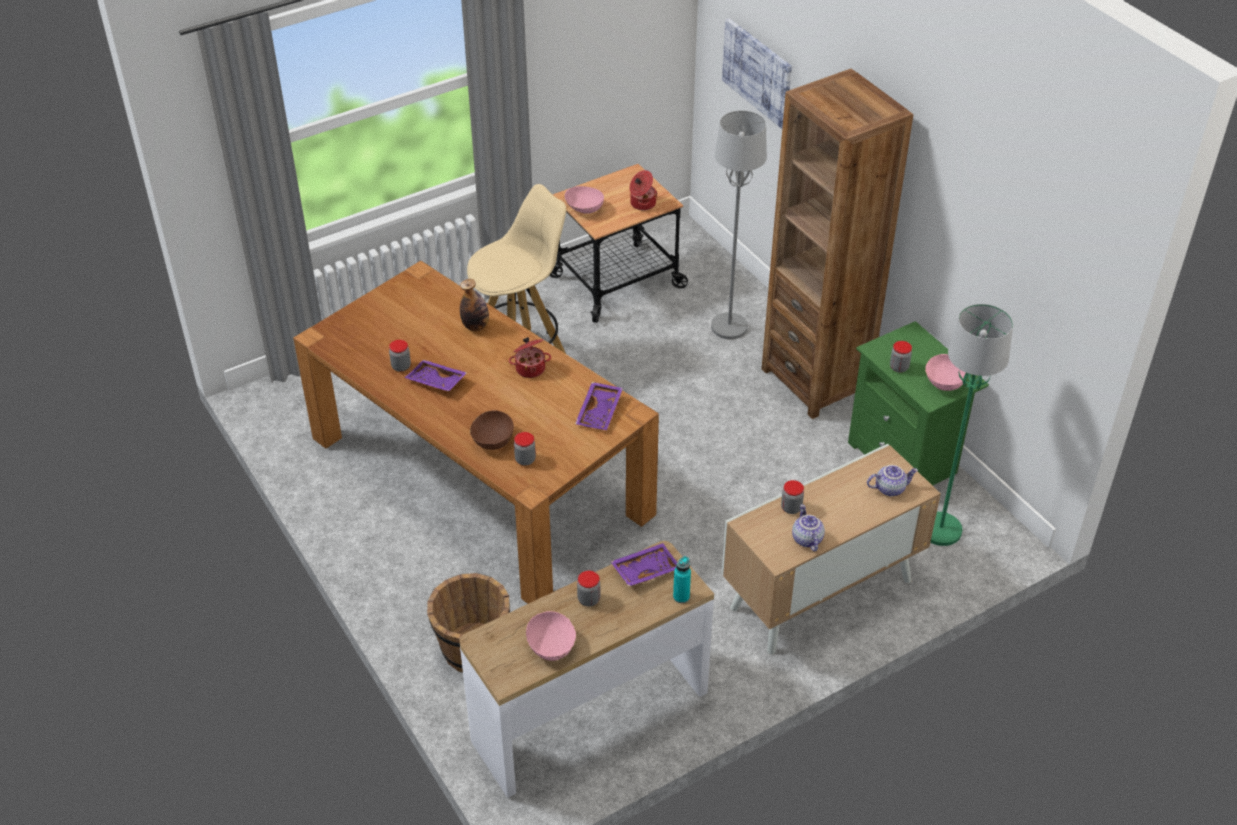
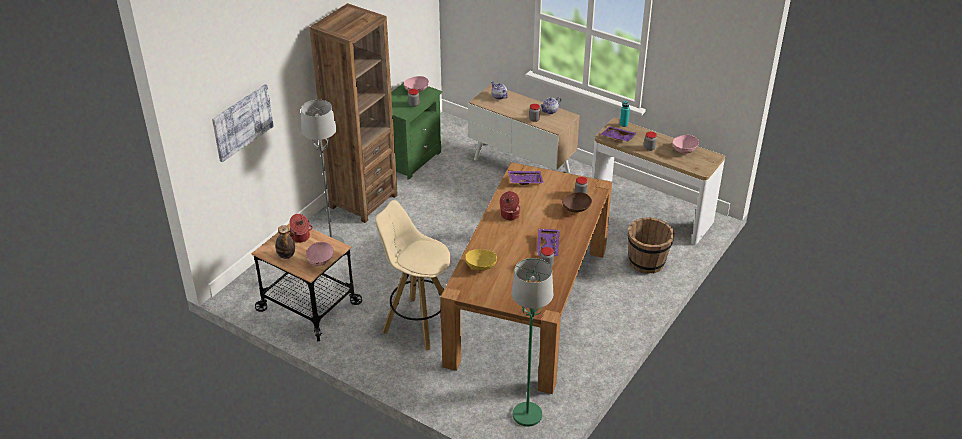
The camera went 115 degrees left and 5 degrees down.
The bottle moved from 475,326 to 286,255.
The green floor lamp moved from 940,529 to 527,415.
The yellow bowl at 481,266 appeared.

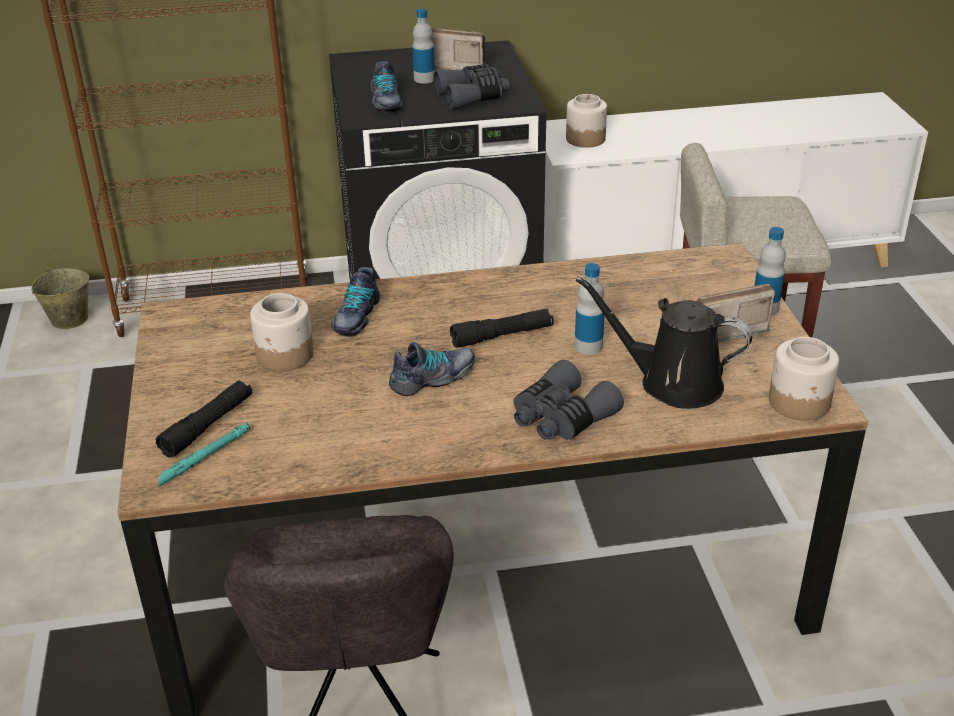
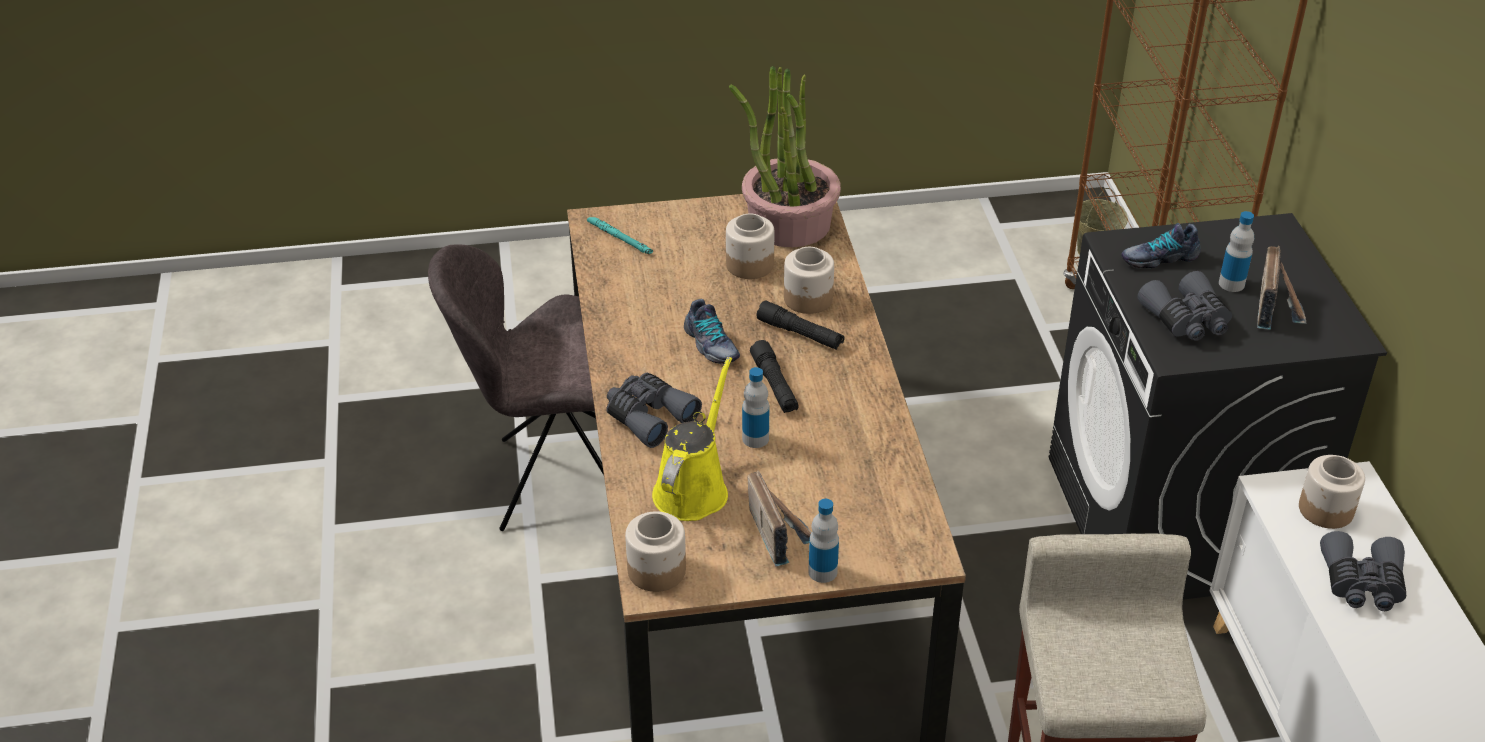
The camera went 90 degrees right and 5 degrees up.
The shoe at 355,316 was replaced by the jar at 808,299.
The black watering can at 672,383 became the yellow watering can at 693,488.
The black flashlight moved from 208,426 to 800,334.
The potted plant at 789,223 appeared.
The grey binoculars at 1362,584 appeared.

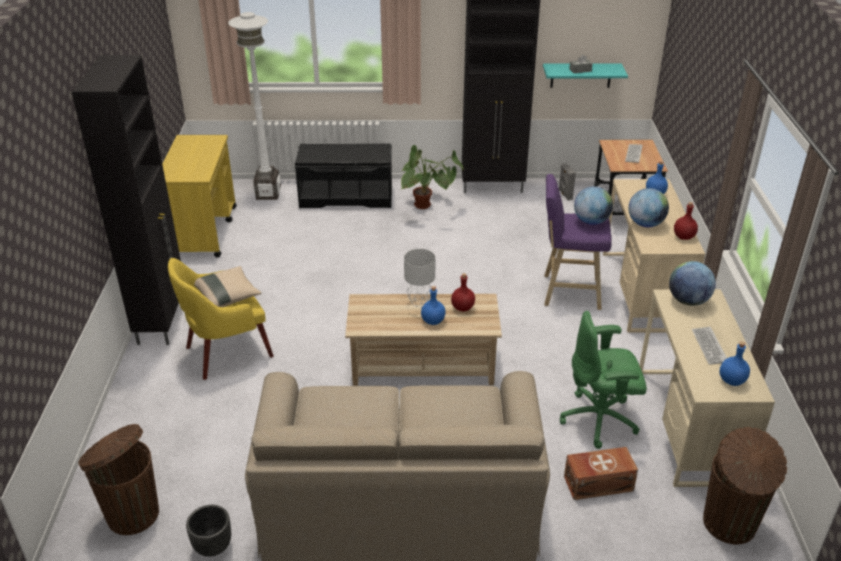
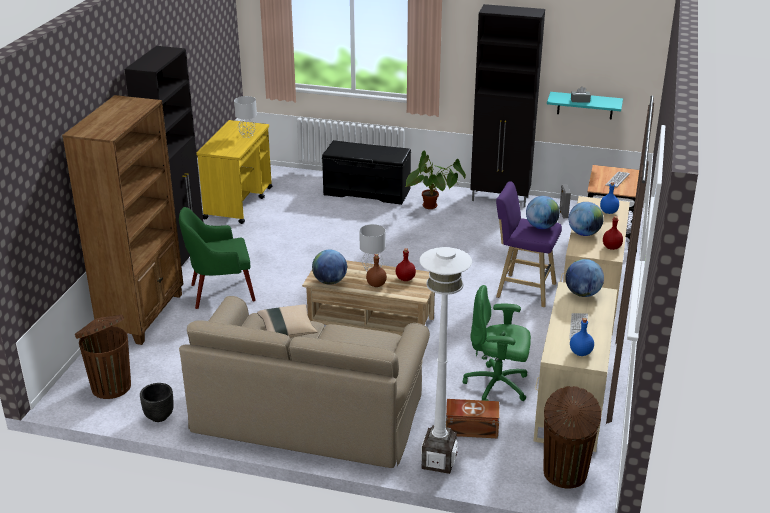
The camera went 15 degrees right and 5 degrees down.
The white floor lamp moved from 268,194 to 438,461.
The yellow armchair at 226,352 became the green armchair at 220,292.
The beige pillow moved from 227,297 to 287,331.
The blue bottle at 433,321 became the brown bottle at 376,284.
The brown bookcase at 143,315 appeared.
The grey table lamp at 247,135 appeared.
The globe at 330,281 appeared.

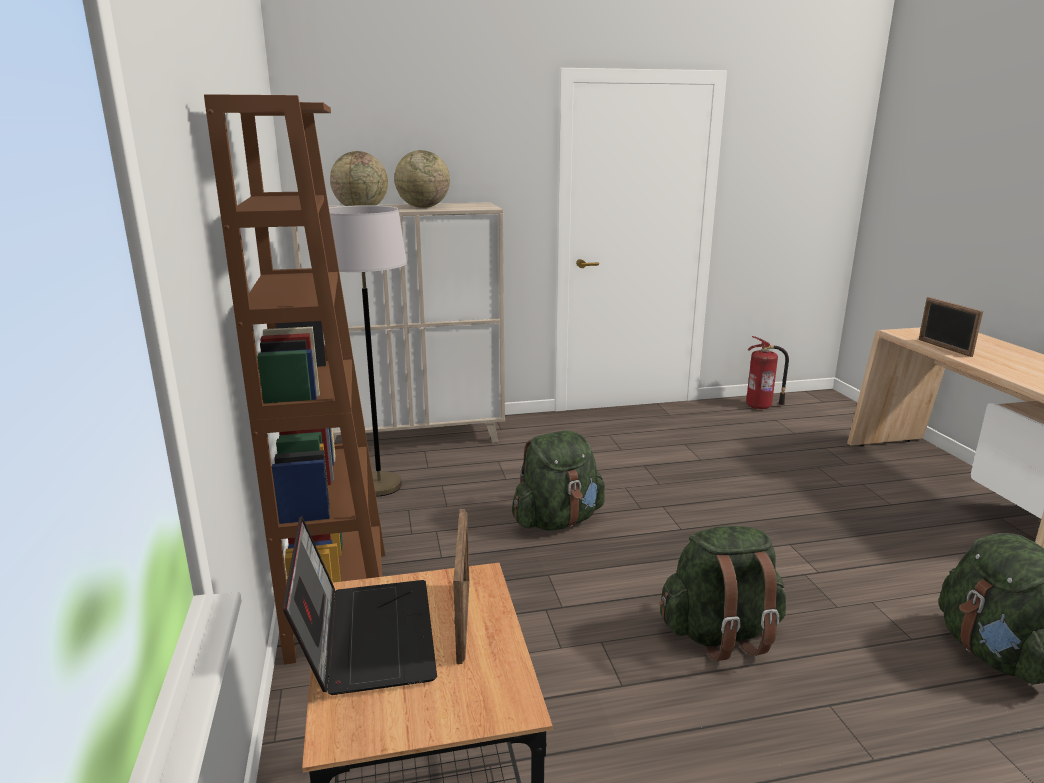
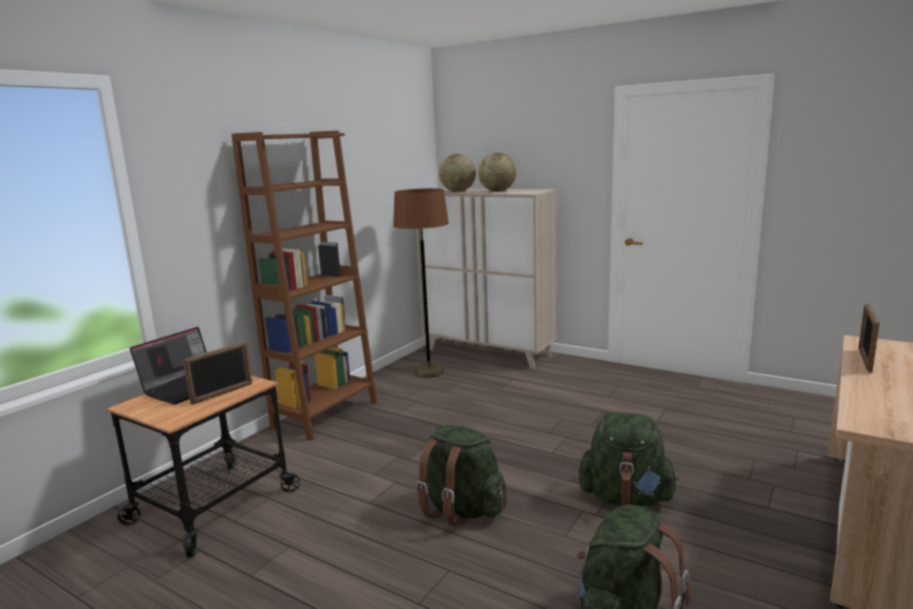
The camera went 45 degrees right and 5 degrees down.
The grey floor lamp at 379,486 became the brown floor lamp at 429,371.
The fire extinguisher at 760,406 disappeared.
The green backpack moved from 557,520 to 626,498.

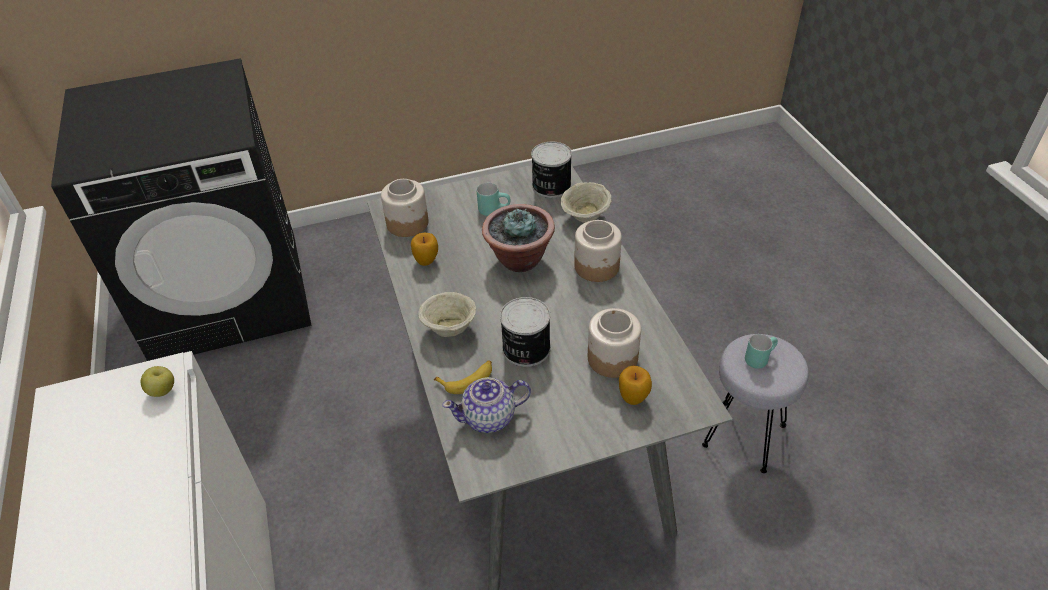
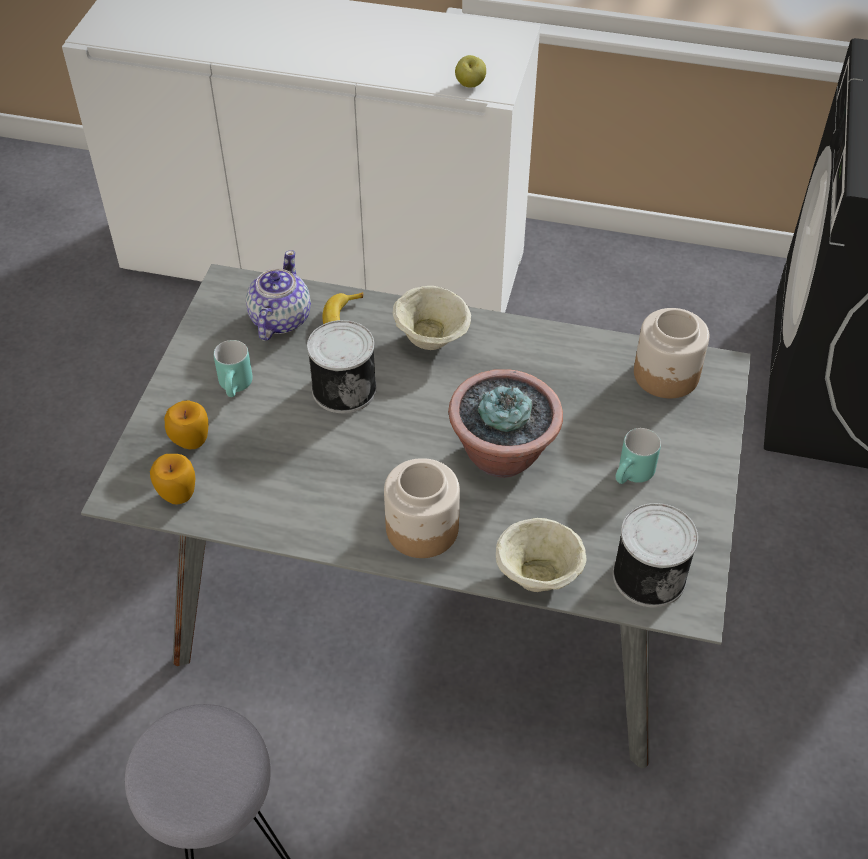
The camera went 120 degrees right and 5 degrees up.
The apple moved from 426,261 to 178,495.
The jar at 612,358 disappeared.
The turquoise mug moved from 758,358 to 237,388.

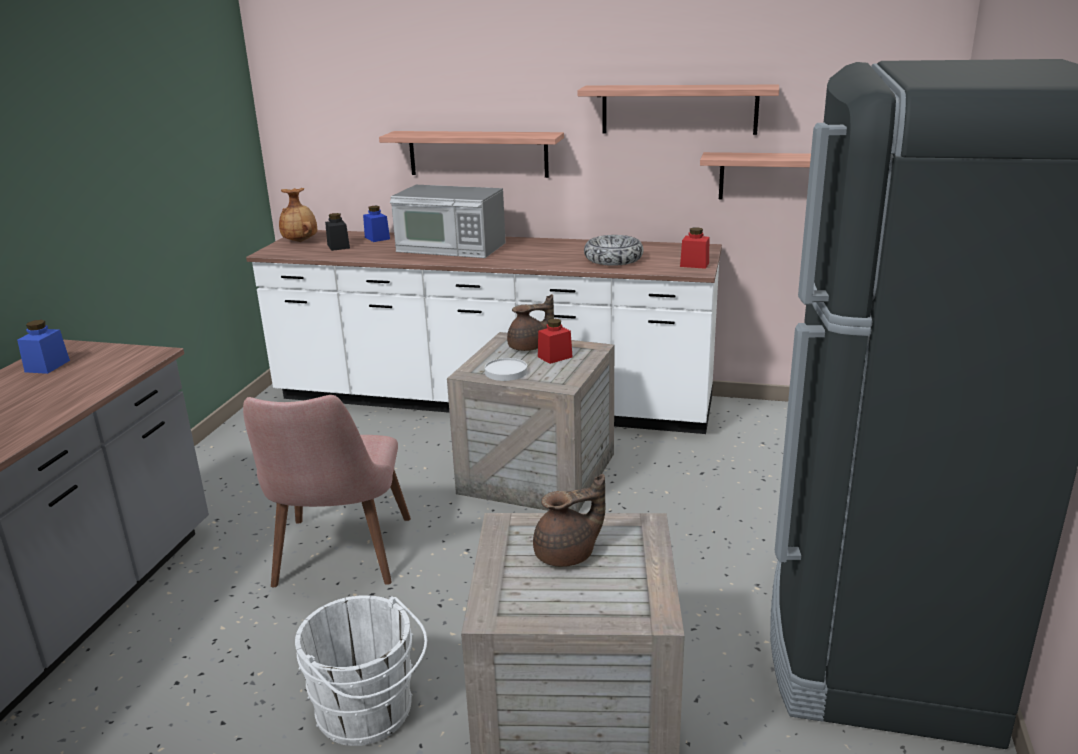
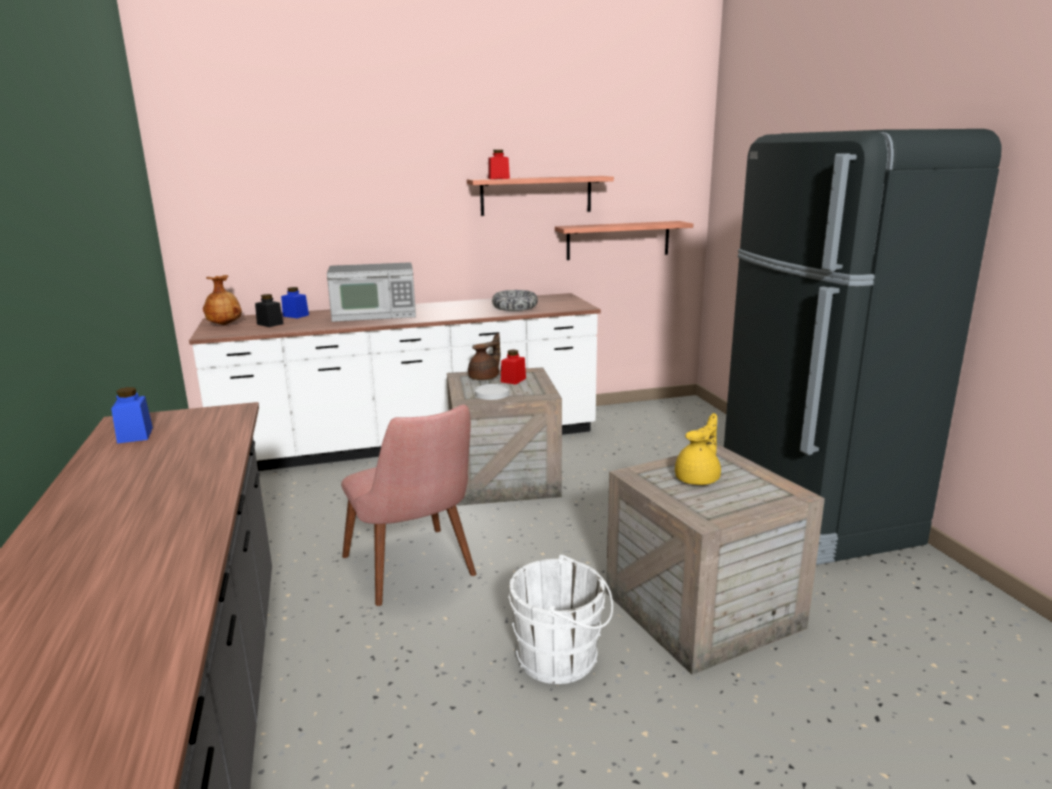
The camera went 30 degrees left and 5 degrees down.
The shelf at 478,153 disappeared.
The red jar moved from 694,264 to 499,178.
The brown teapot at 567,555 became the yellow teapot at 698,479.

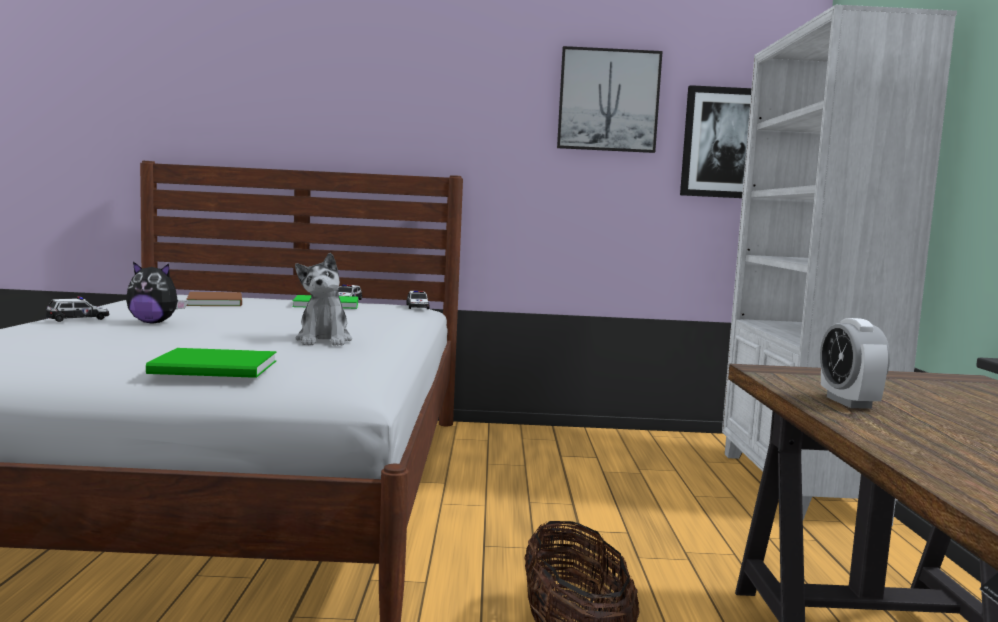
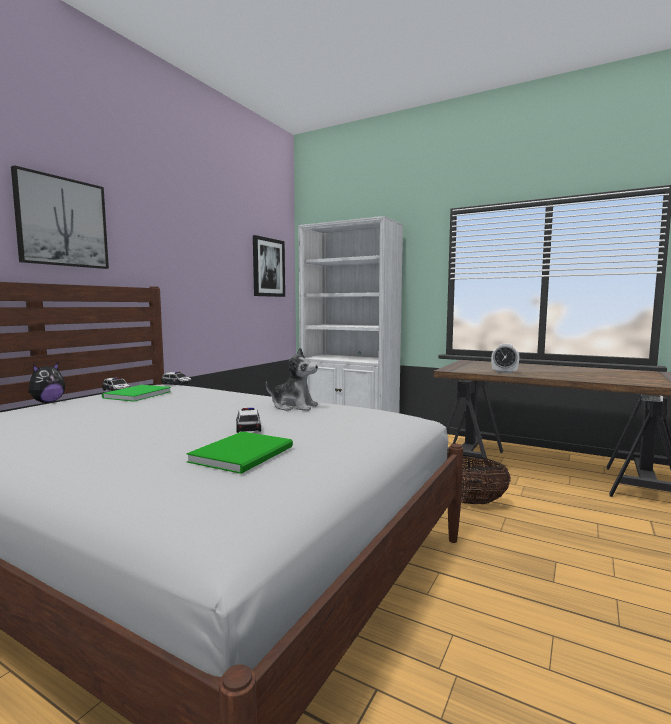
The camera went 60 degrees left and 0 degrees up.
The picture moved from 608,100 to 62,222.
The plush toy moved from 154,323 to 47,402.
The brown book at 217,301 disappeared.
The toy car moved from 78,318 to 248,427.
The green book moved from 217,368 to 245,454.

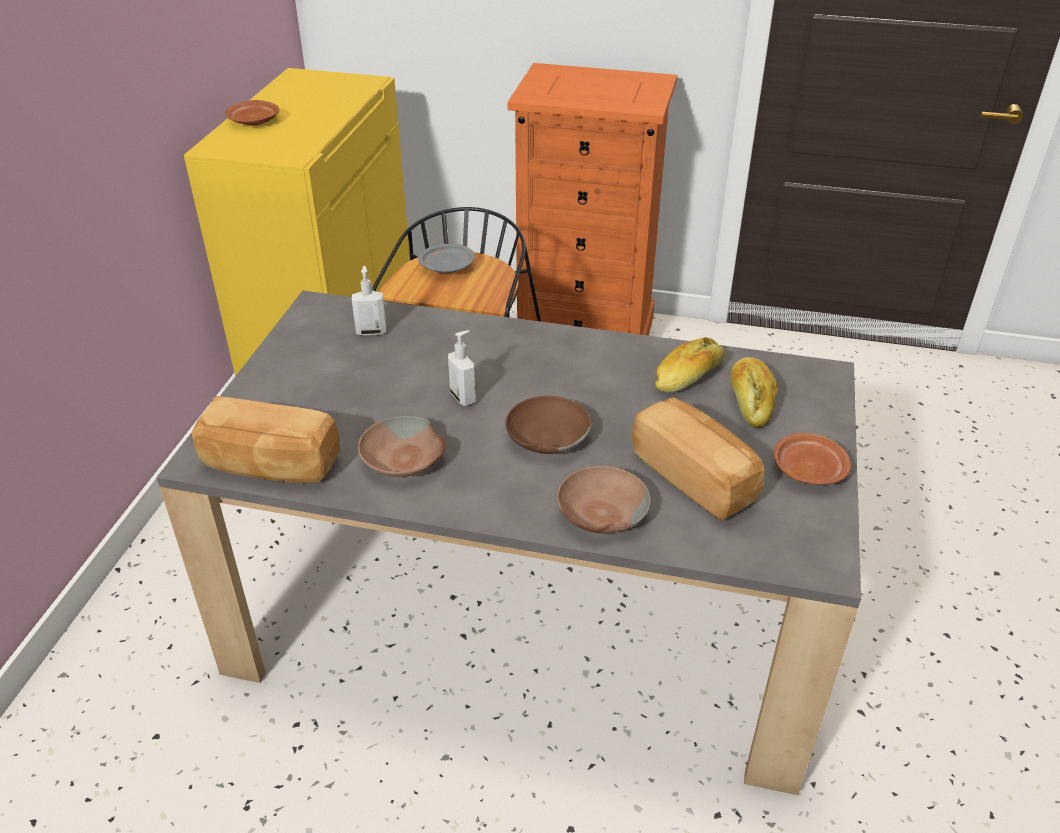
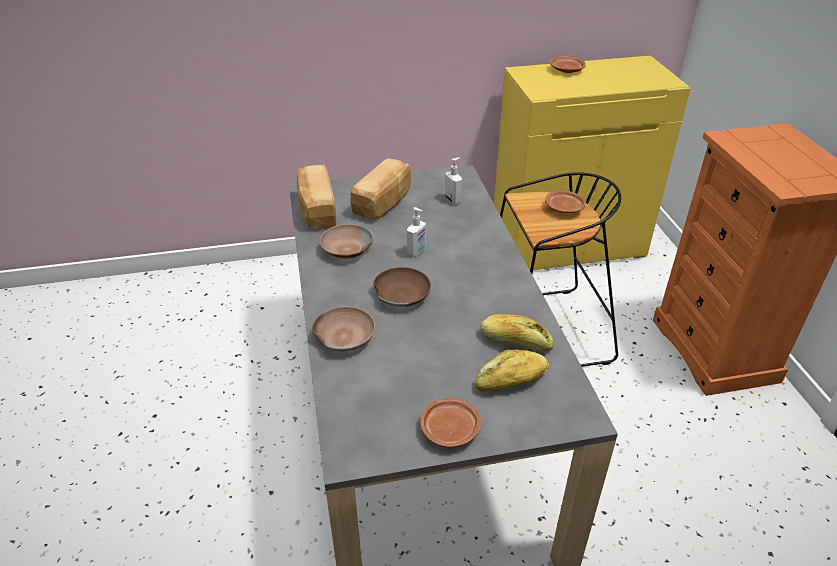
The camera went 65 degrees right and 0 degrees up.
The grey plate at 448,267 became the brown plate at 564,208.
The bread moved from 695,477 to 384,203.

